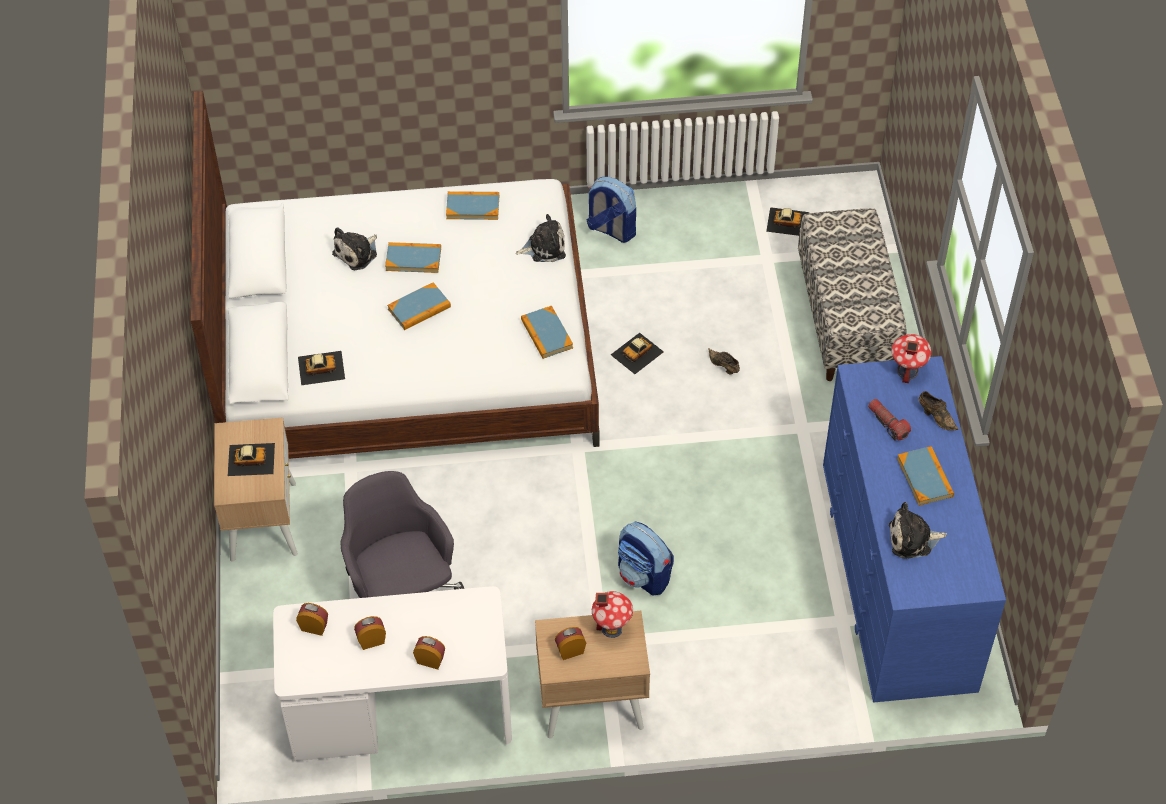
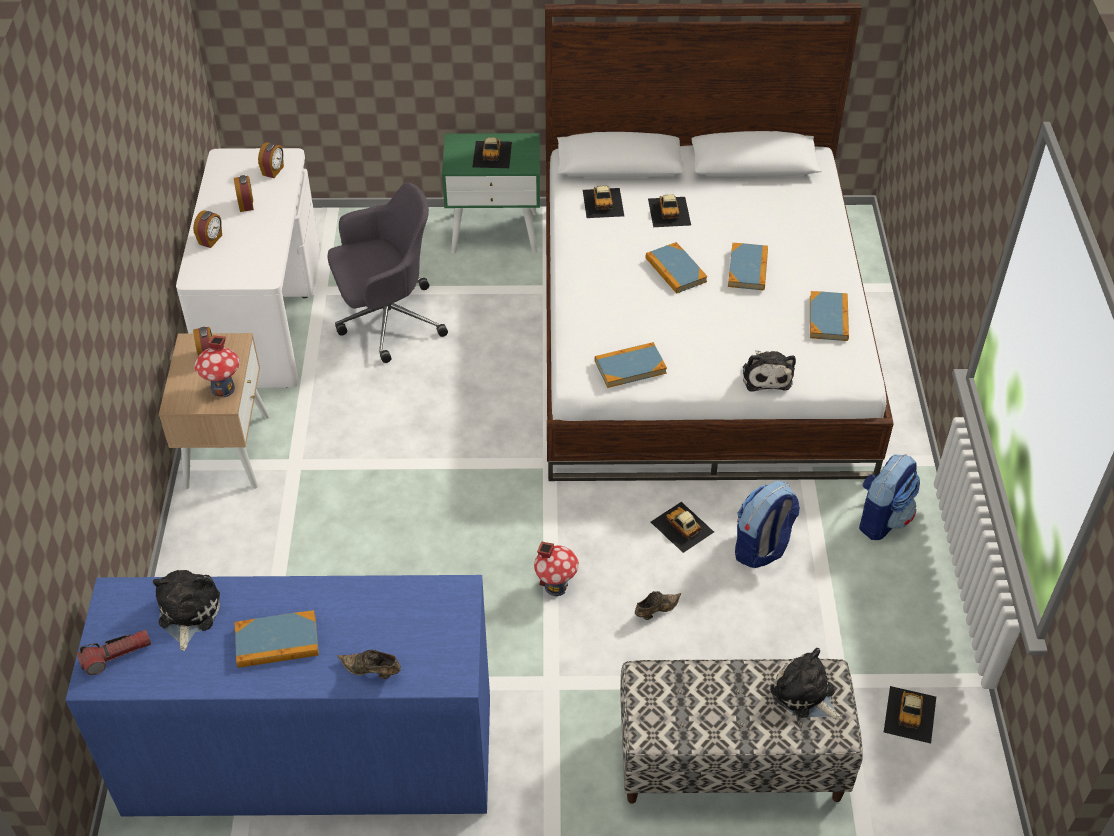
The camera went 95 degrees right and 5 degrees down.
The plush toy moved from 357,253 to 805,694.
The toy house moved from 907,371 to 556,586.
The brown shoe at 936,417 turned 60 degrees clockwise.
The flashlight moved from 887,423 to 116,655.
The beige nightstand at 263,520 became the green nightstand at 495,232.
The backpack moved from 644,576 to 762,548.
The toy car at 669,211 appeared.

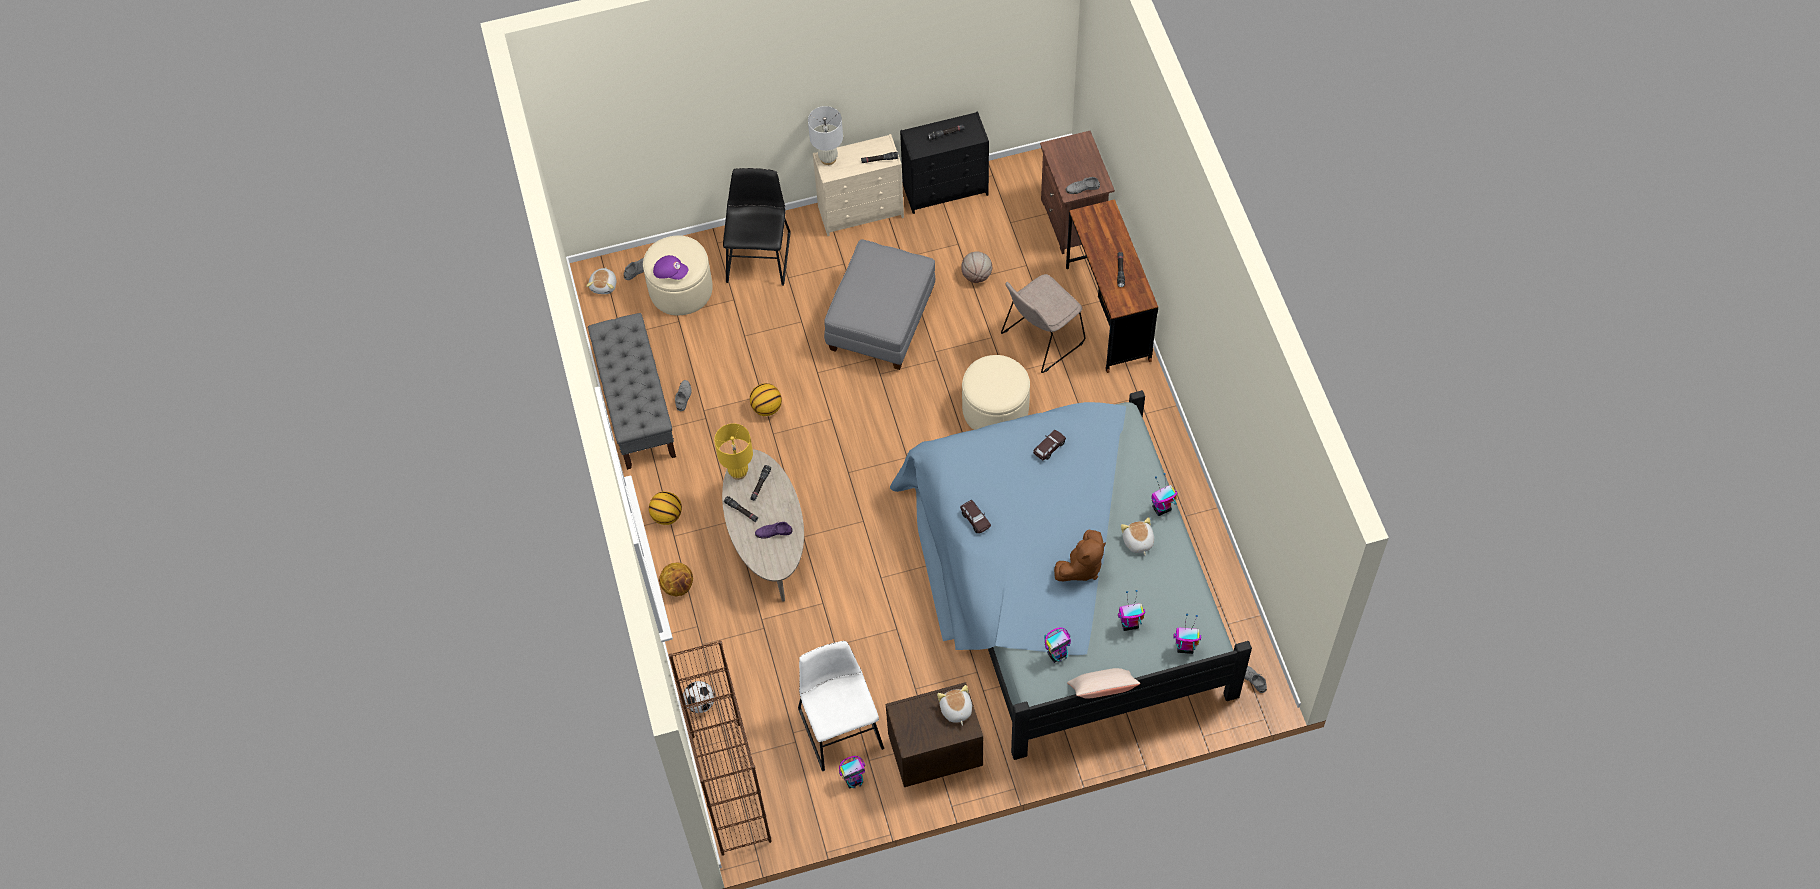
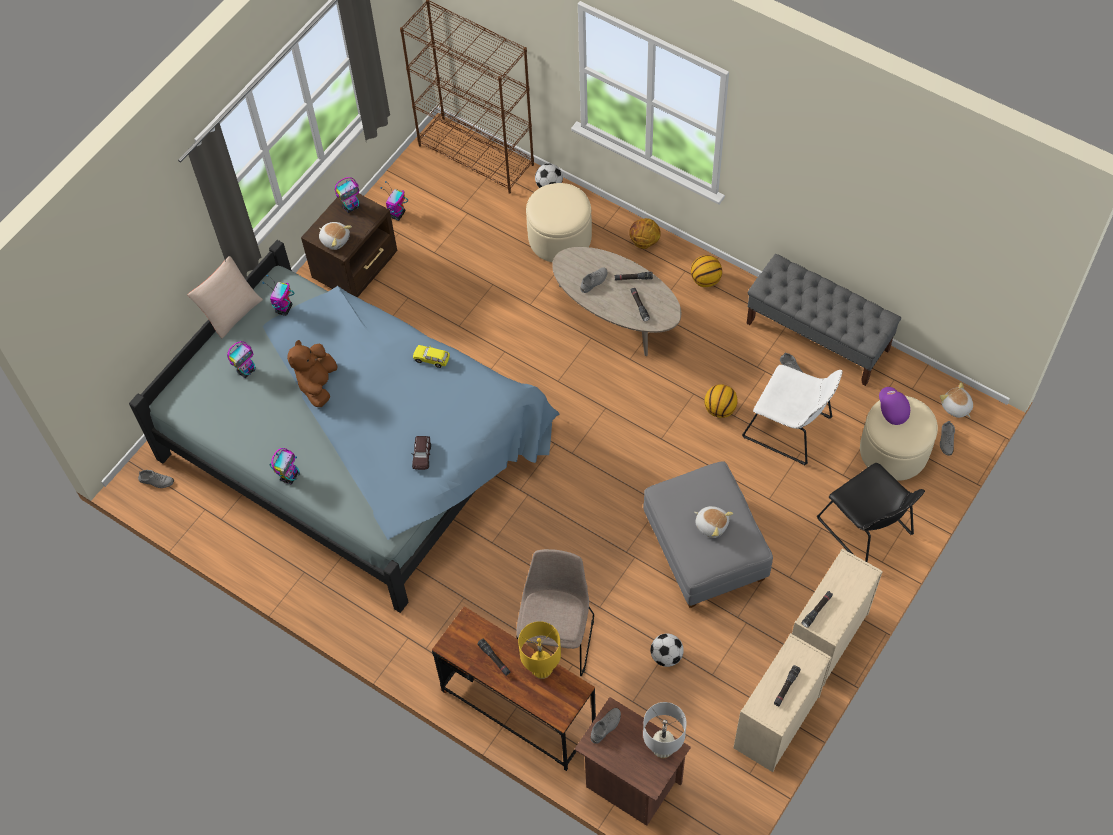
The camera went 140 degrees right and 0 degrees up.
The white table lamp moved from 828,158 to 662,748.
The black dresser at 946,189 became the beige dresser at 776,723.
The basketball at 976,275 was replaced by the football at 666,656.
The purple cap at 671,272 turned 90 degrees clockwise.
The beige ottoman moved from 995,409 to 559,237.
The yellow table lamp moved from 738,472 to 542,669.
The brown toy car at 975,519 became the yellow toy car at 431,359.
The plush toy moved from 1137,541 to 711,524.
The purple shoe at 773,532 became the grey shoe at 594,281.
The toy robot moved from 1184,647 to 351,206.
The white chair moved from 839,725 to 790,429.

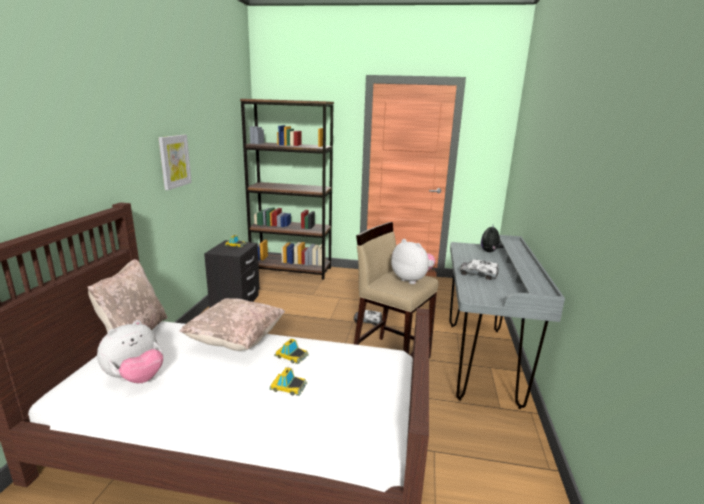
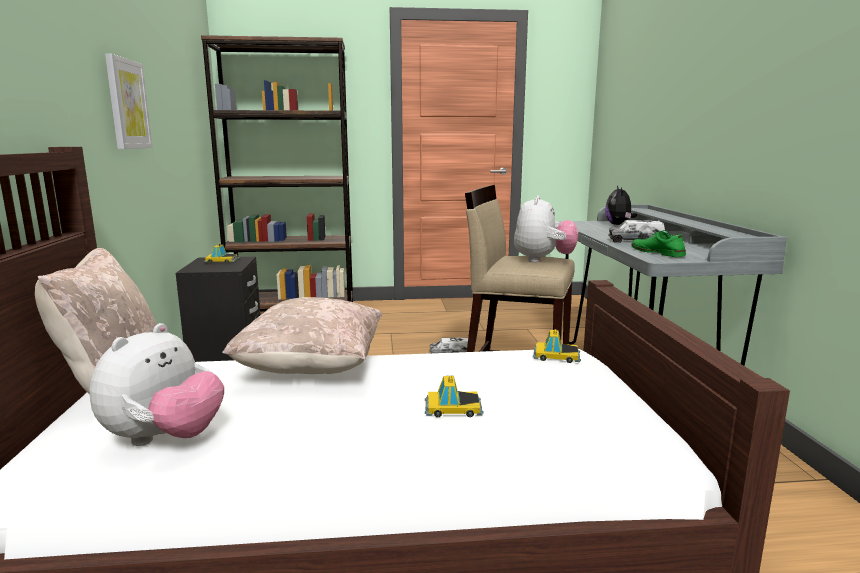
The camera went 15 degrees left and 5 degrees down.
The plush toy at 411,279 turned 75 degrees clockwise.
The toy car moved from 291,355 to 556,356.
The green shoe at 657,252 appeared.

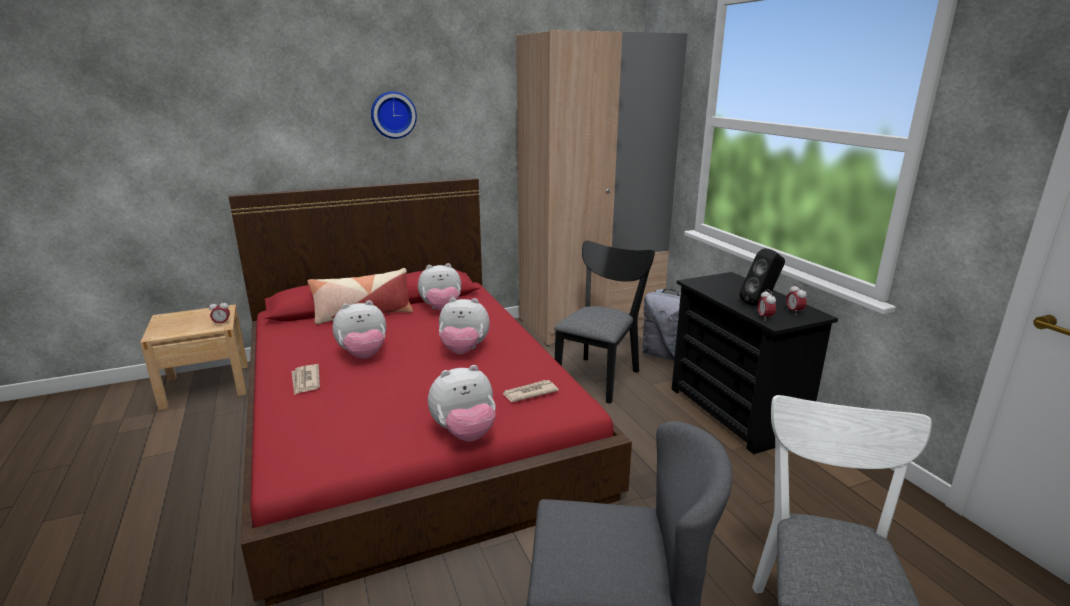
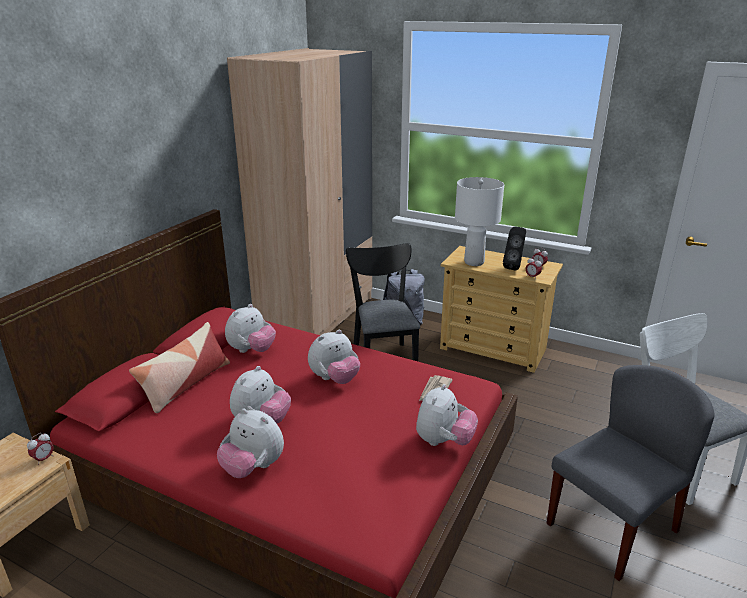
The camera went 40 degrees left and 5 degrees up.
The wall clock at 393,115 disappeared.
The black dresser at 735,412 became the beige dresser at 493,348.
The newspaper at 305,381 was replaced by the plush toy at 253,467.
The white table lamp at 473,262 appeared.

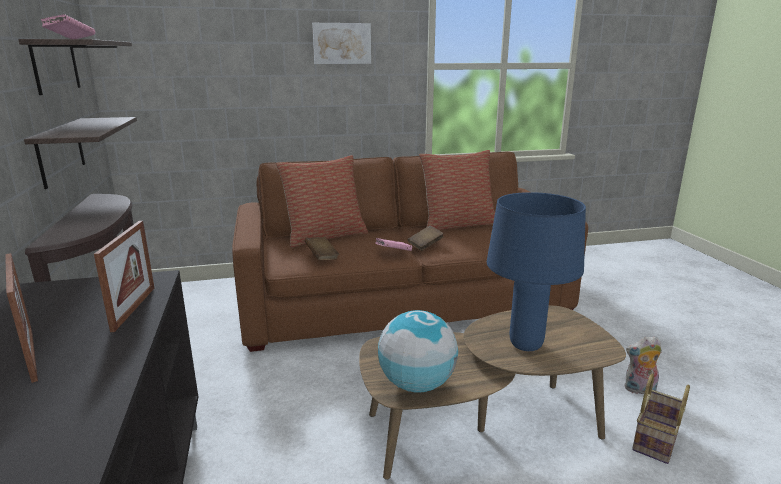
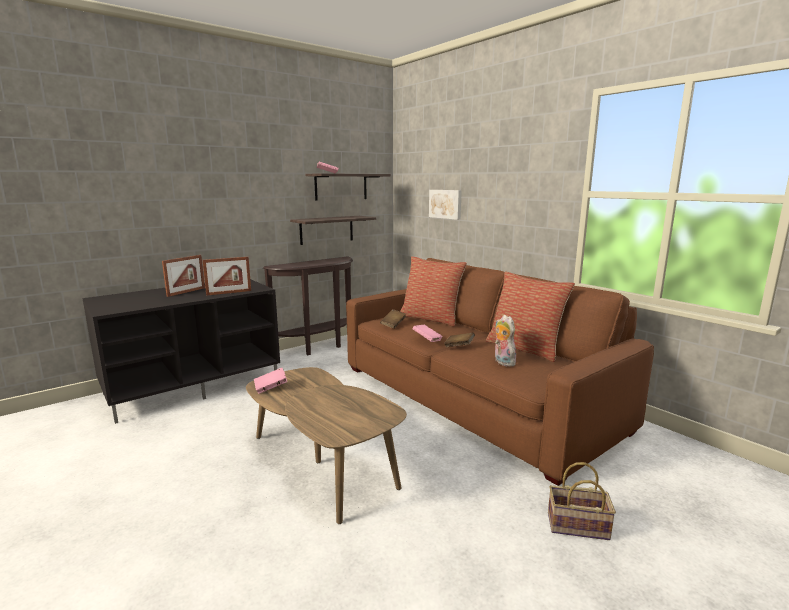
The camera went 65 degrees right and 5 degrees down.
The picture moved from 341,43 to 446,204.
The blue table lamp at 525,345 disappeared.
The globe at 416,384 was replaced by the pink book at 271,388.
The plush toy moved from 639,390 to 502,362.
The basket moved from 657,441 to 576,527.

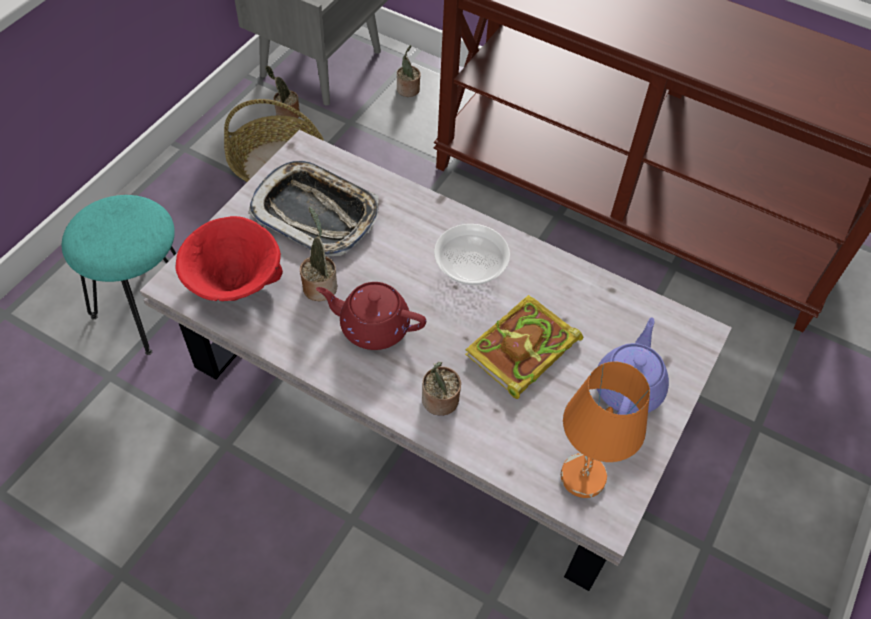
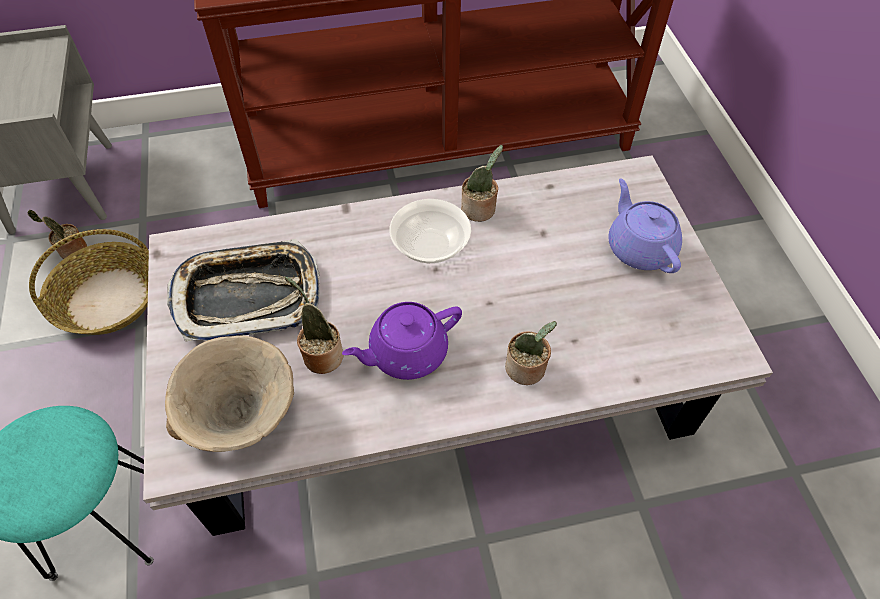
The camera went 40 degrees left and 0 degrees up.
The potted plant moved from 408,90 to 480,210.
The red bowl at 235,290 became the beige bowl at 245,421.
The red teapot at 373,326 became the purple teapot at 406,353.
The book at 521,351 disappeared.
The orange table lamp at 581,475 disappeared.

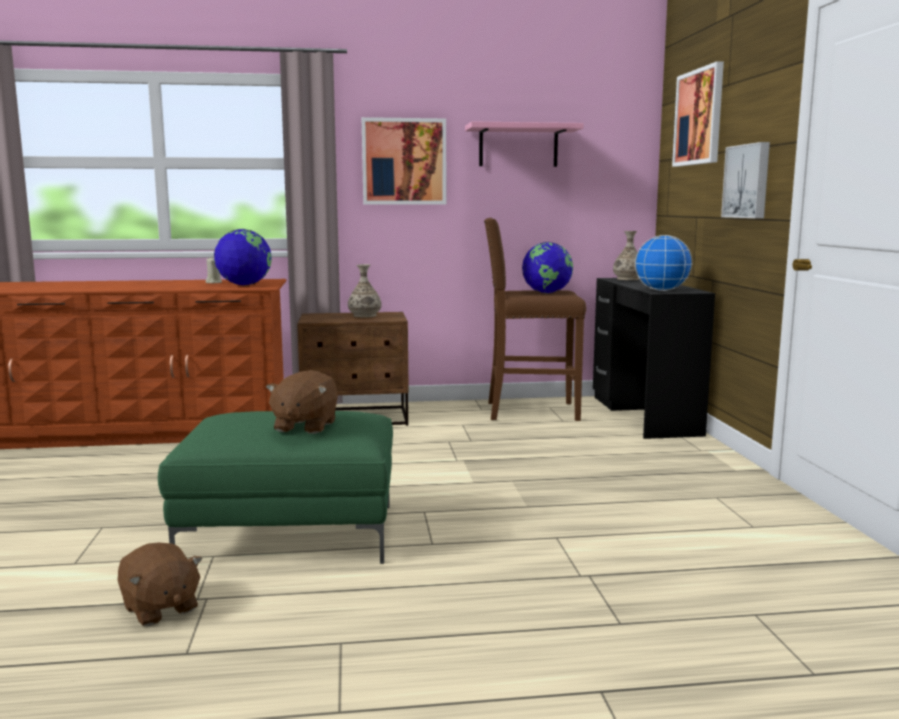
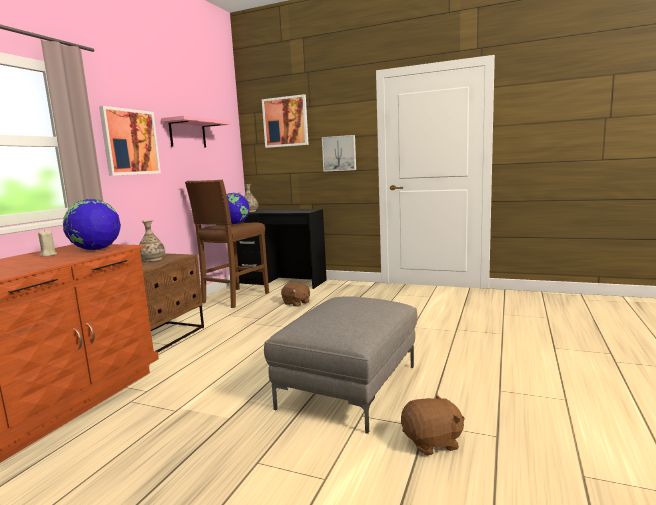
The camera went 60 degrees left and 0 degrees up.
The globe at 661,290 disappeared.
The brown plush toy moved from 304,426 to 296,303.
The green ottoman at 287,535 became the grey ottoman at 350,387.

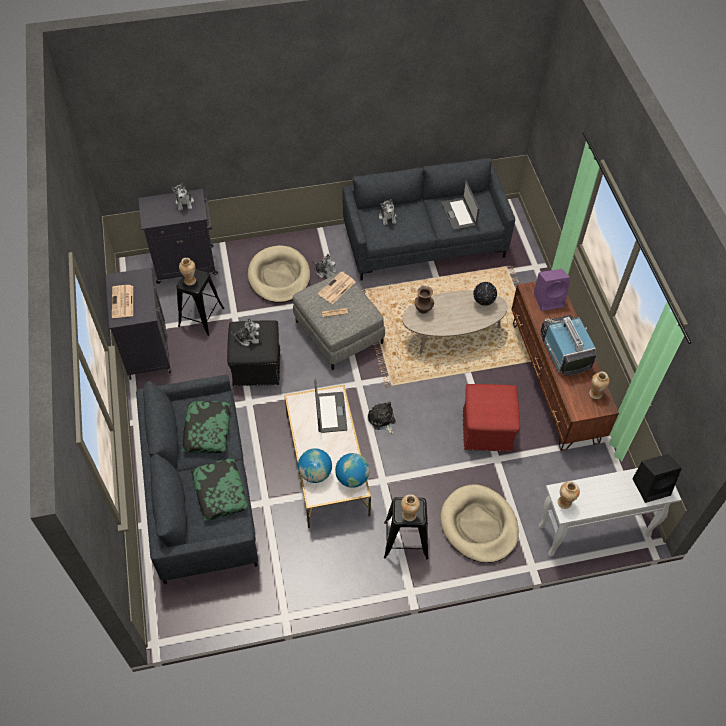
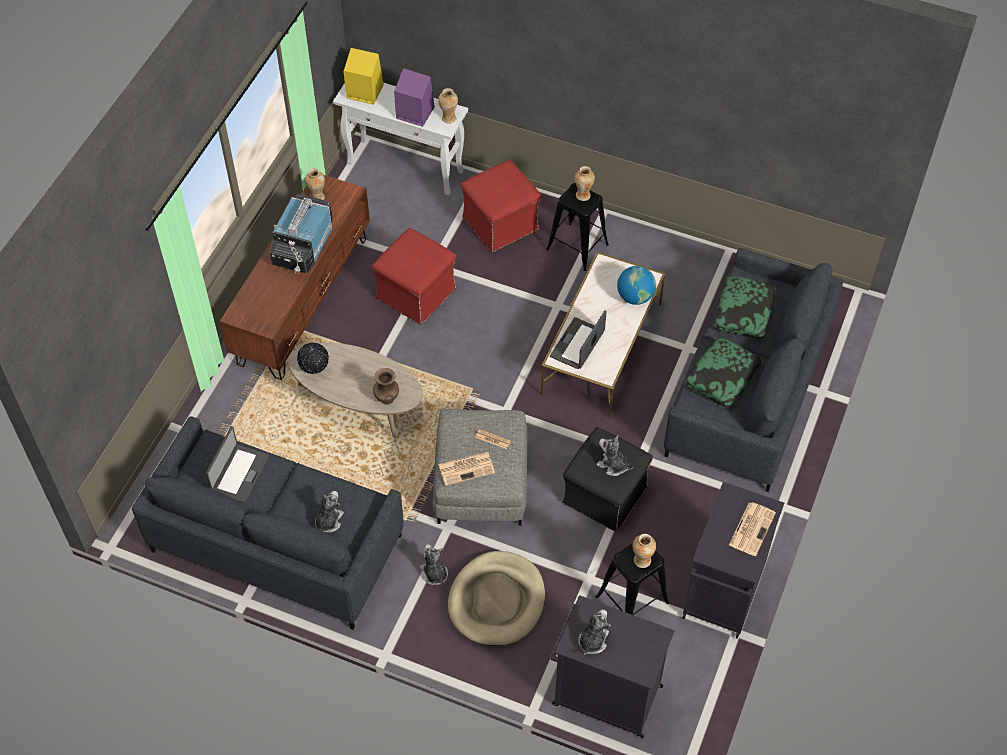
The camera went 145 degrees left and 0 degrees up.
The purple speaker moved from 549,299 to 414,113.
The plush toy at 382,420 disappeared.
The globe at 352,478 disappeared.
The black speaker at 652,486 became the yellow speaker at 364,91.
The beige dog bed at 479,525 was replaced by the red ottoman at 501,223.

